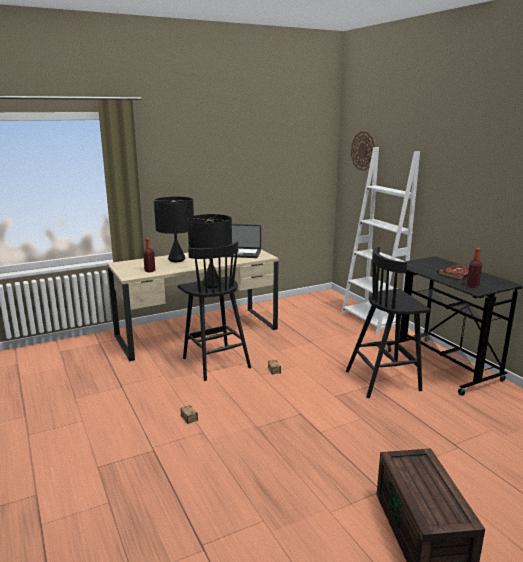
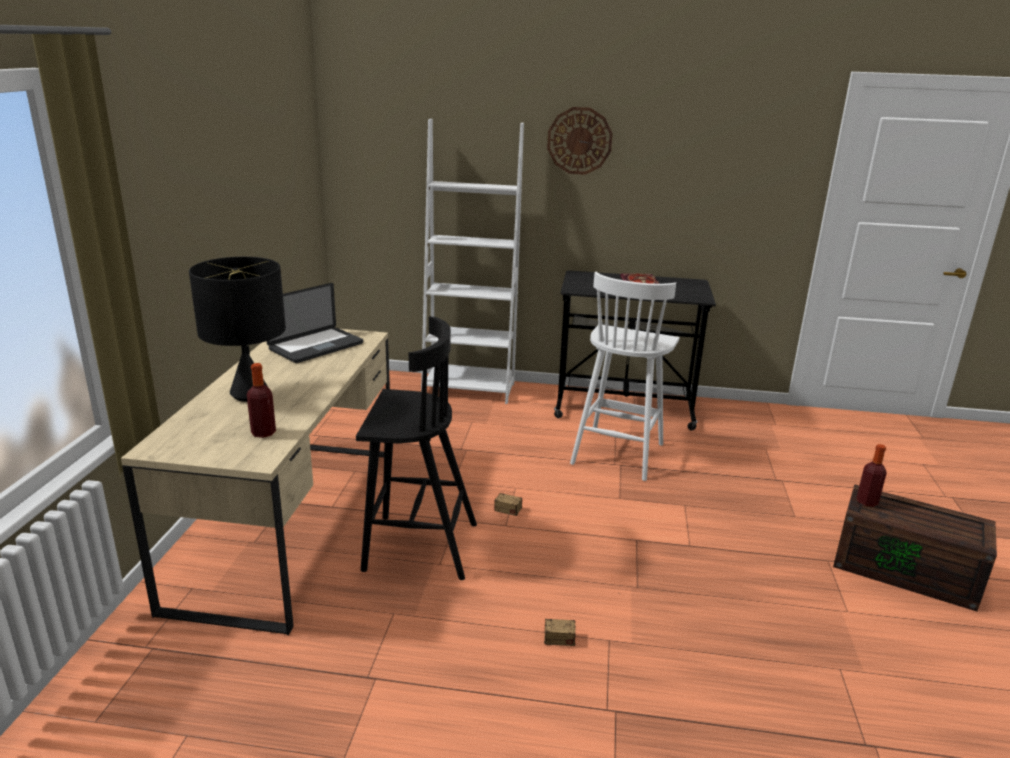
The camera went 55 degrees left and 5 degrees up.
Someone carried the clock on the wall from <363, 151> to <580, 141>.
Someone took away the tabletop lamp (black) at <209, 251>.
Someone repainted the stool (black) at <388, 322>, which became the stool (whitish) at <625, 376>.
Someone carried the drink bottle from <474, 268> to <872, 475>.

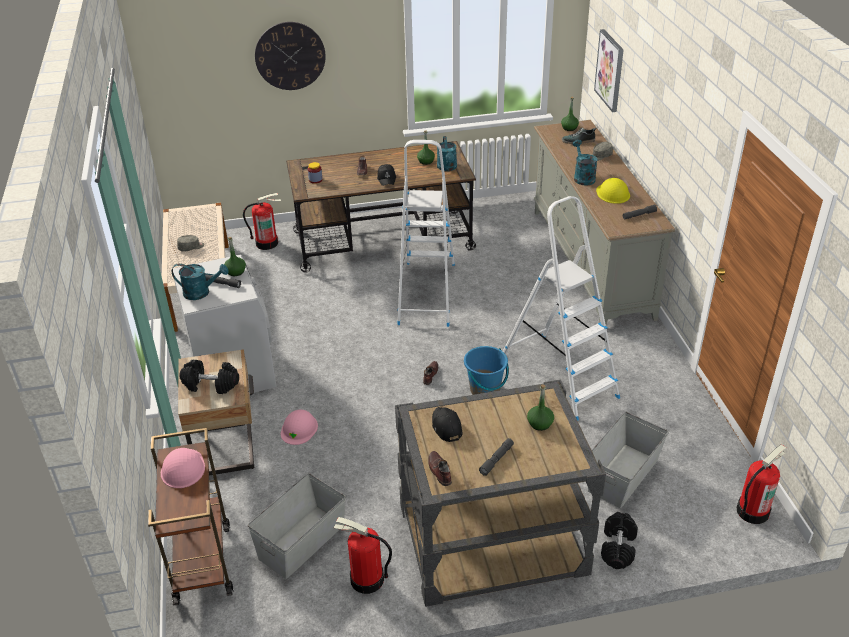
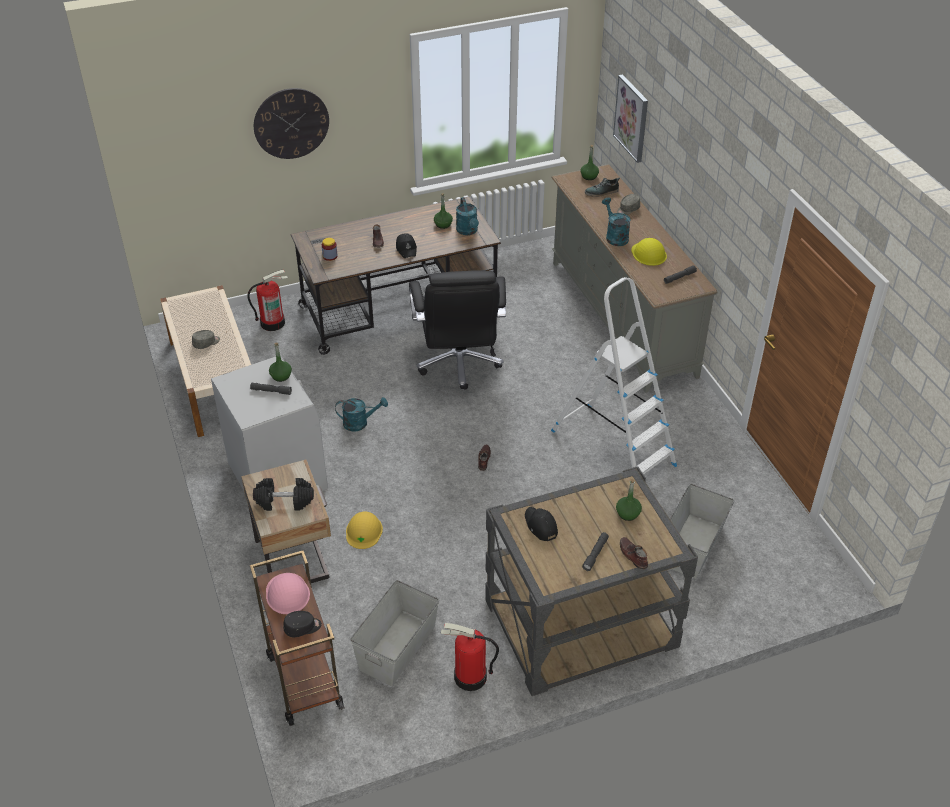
The camera went 10 degrees left and 5 degrees up.
Someone swapped the step ladder (whitish) at <426, 233> for the desk chair (black) at <457, 330>.
Someone carried the watering pot (blue-green) from <200, 282> to <361, 414>.
Someone took away the pail (blue-coloured) at <486, 370>.
Someone repainted the hard hat (pinkish) at <299, 427>, which became the hard hat (yellow-coloured) at <364, 530>.
Someone took away the fire extinguisher at <761, 484>.
Someone carried the item of footwear (brown-coloured) from <440, 468> to <634, 553>.
Someone took away the free weight (black) at <619, 540>.
Someone put down the baseball cap (black) at <302, 624>.

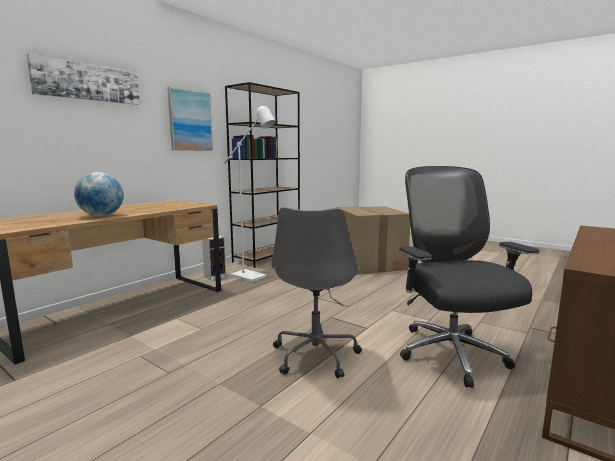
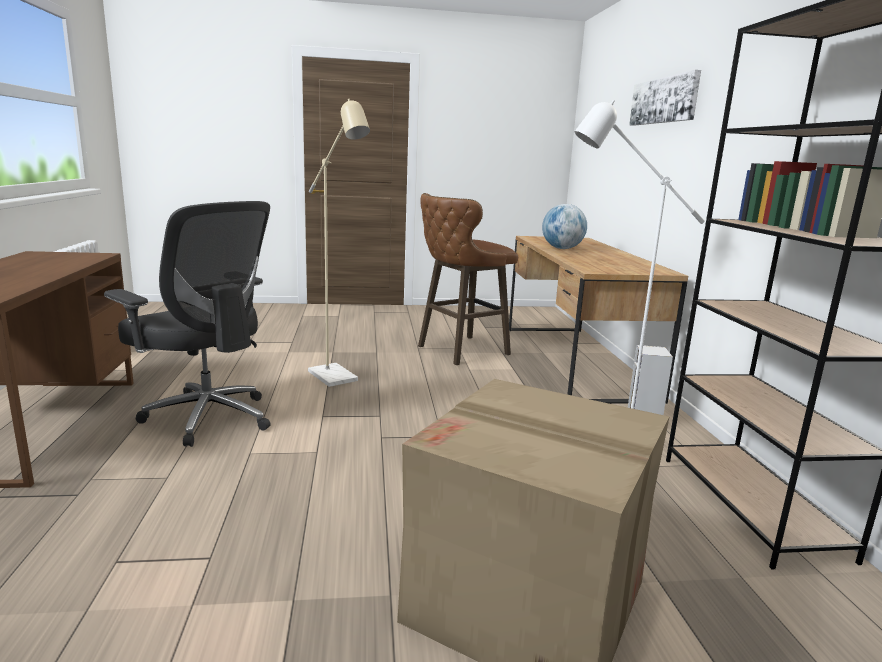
The camera went 135 degrees right and 5 degrees up.
Someone took away the wall art at <190, 119>.
Someone swapped the desk chair (grey) at <317, 292> for the standard lamp (beige) at <339, 243>.
Someone put down the stool (brown-coloured) at <468, 279>.

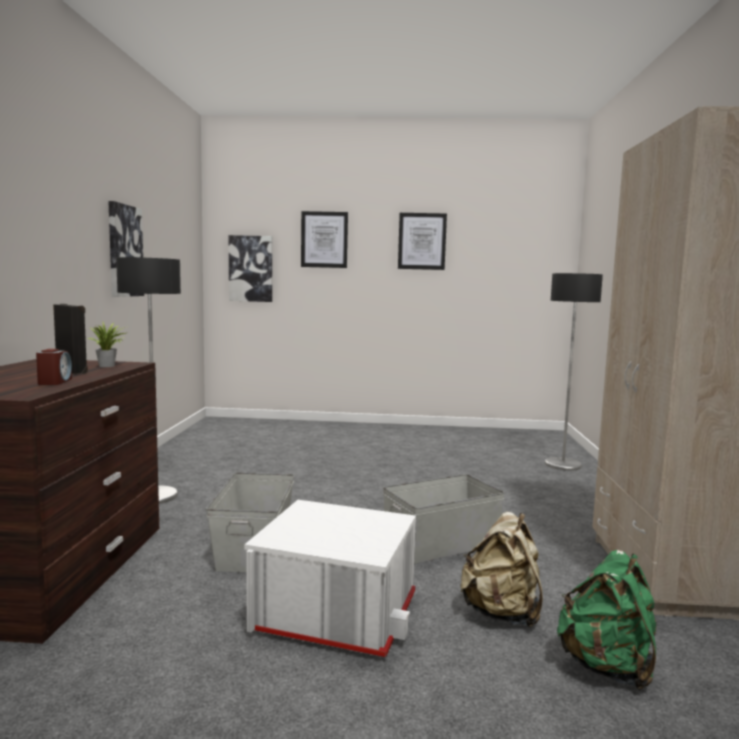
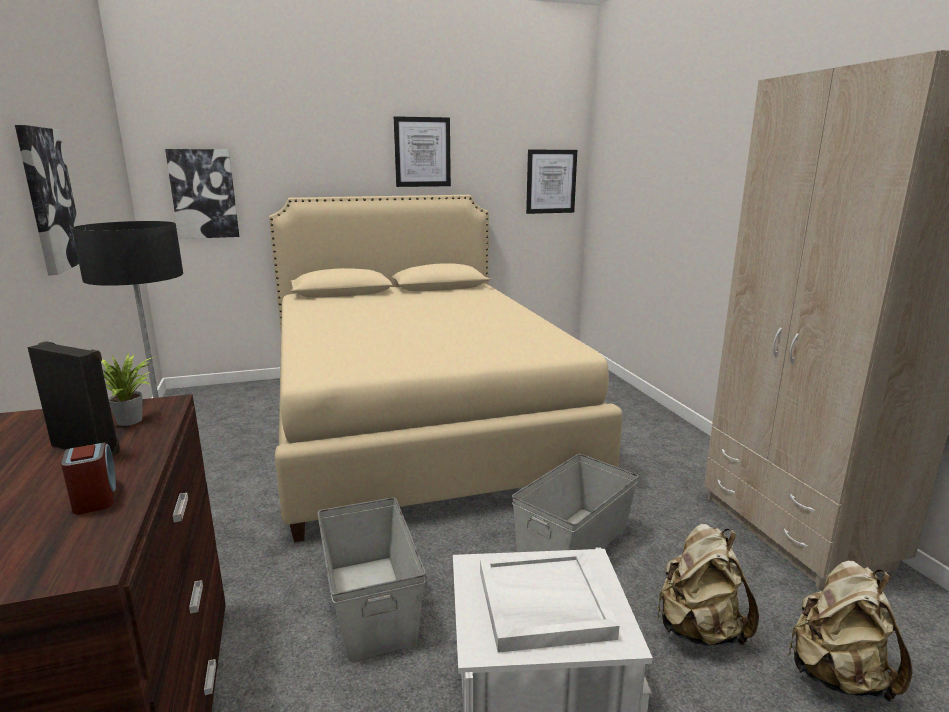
The camera went 20 degrees left and 10 degrees up.
Someone carried the wall art from <324, 239> to <551, 182>.
Someone took away the standard lamp at <574, 372>.
Someone repainted the backpack (greenish) at <606, 620>, which became the backpack (beige) at <850, 631>.
Someone put down the bed (beige) at <446, 368>.
Someone put down the serving tray (whitish) at <549, 601>.

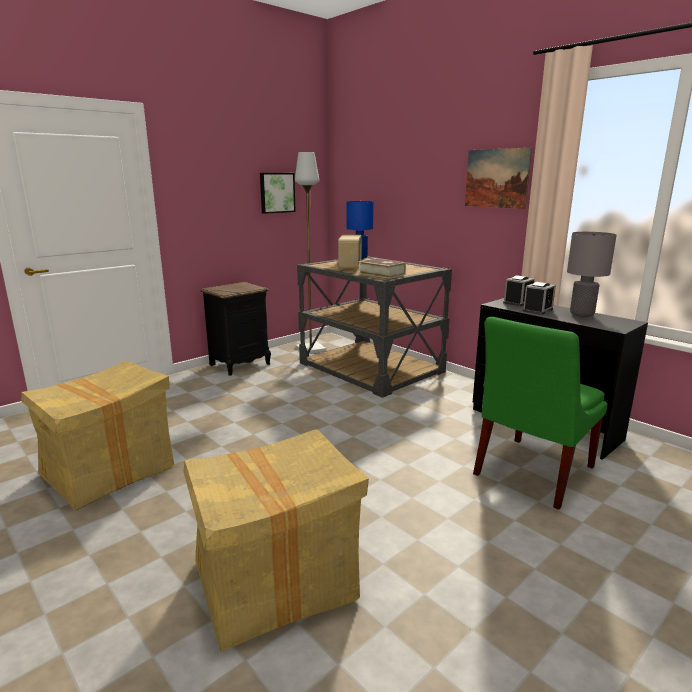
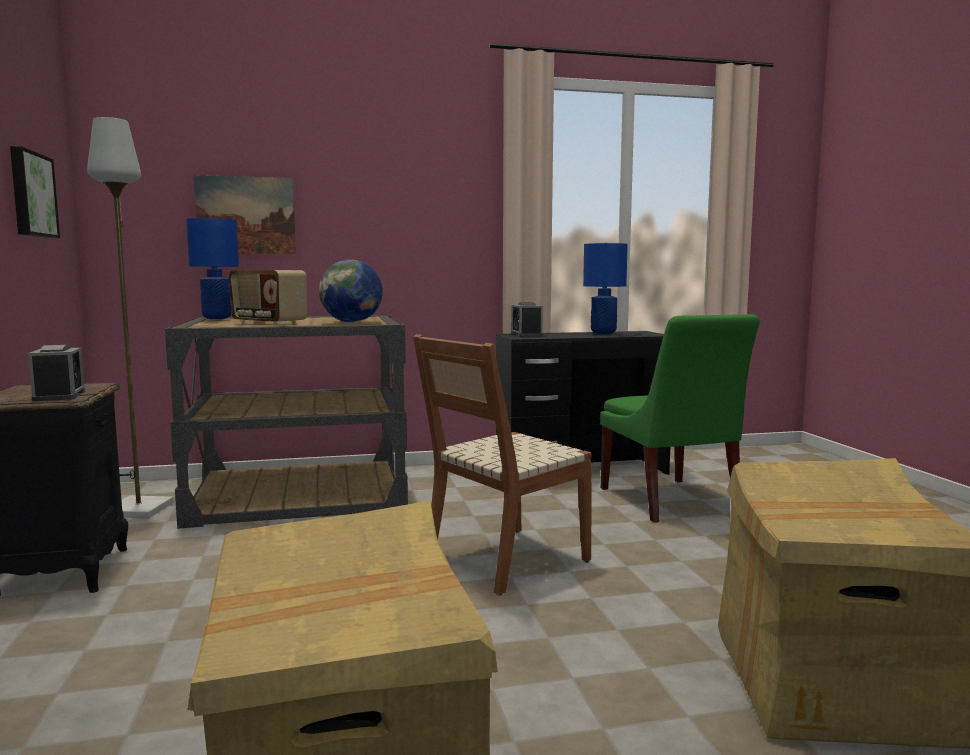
The camera went 60 degrees left and 10 degrees down.
Someone carried the wall art from <498, 178> to <245, 214>.
Someone repainted the tabletop lamp (grey) at <592, 274>, which became the tabletop lamp (blue-coloured) at <605, 288>.
Someone swapped the volume at <382, 268> for the desk globe at <351, 290>.
Someone carried the bedside clock from <539, 298> to <56, 373>.
Someone put down the plain chair at <502, 464>.

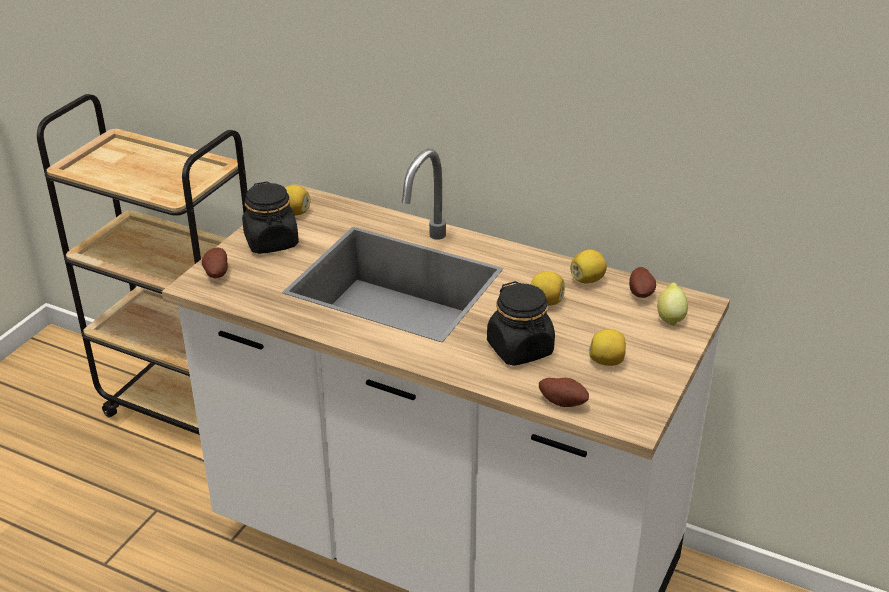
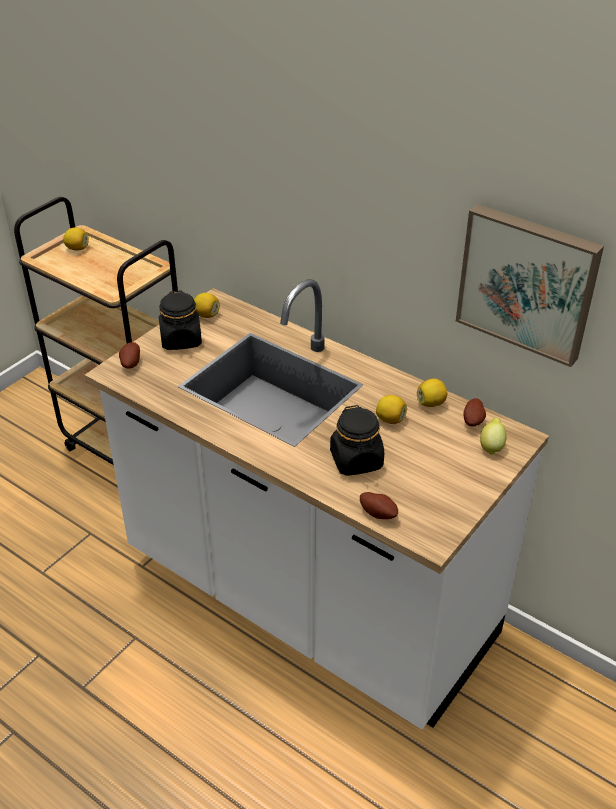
The camera went 10 degrees right and 5 degrees up.
Someone carried the lemon from <607, 347> to <76, 239>.
Someone put up the wall art at <530, 285>.

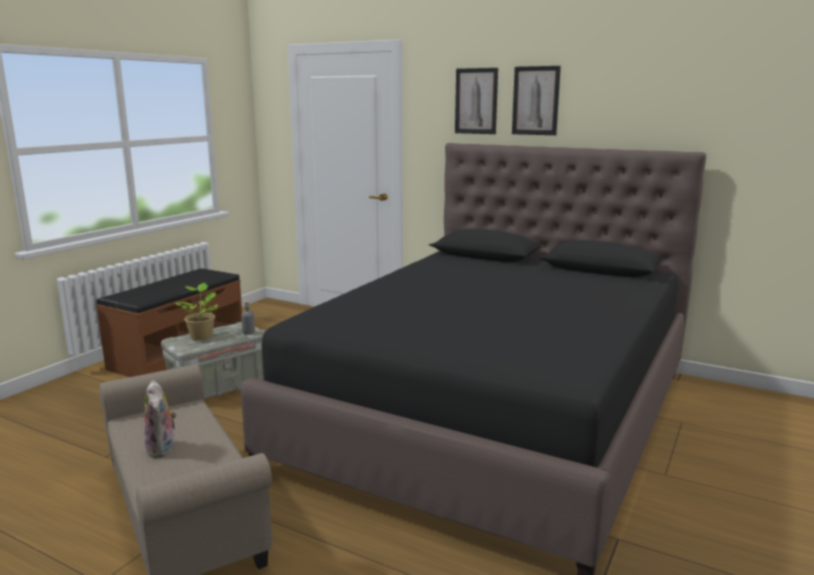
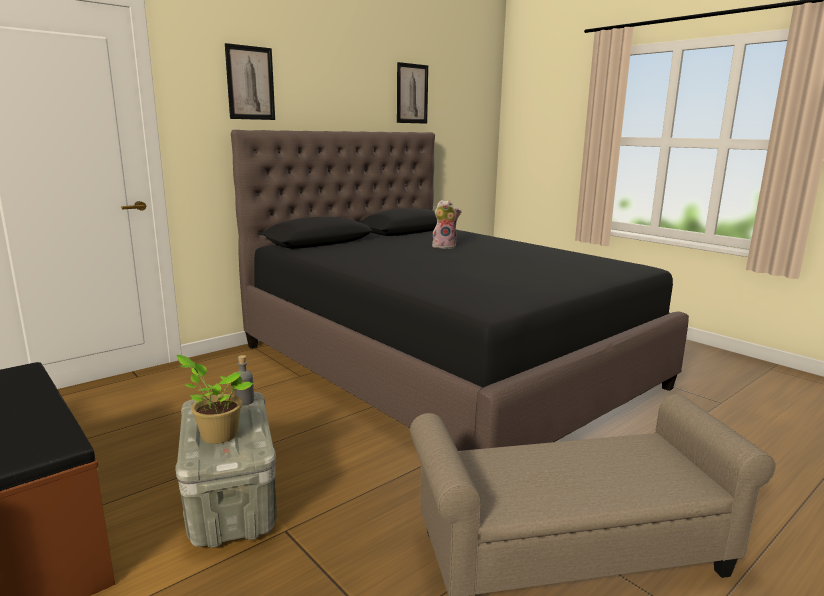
The camera went 70 degrees left and 0 degrees up.
Someone carried the wall art from <536, 100> to <412, 93>.
Someone carried the plush toy from <160, 419> to <447, 224>.

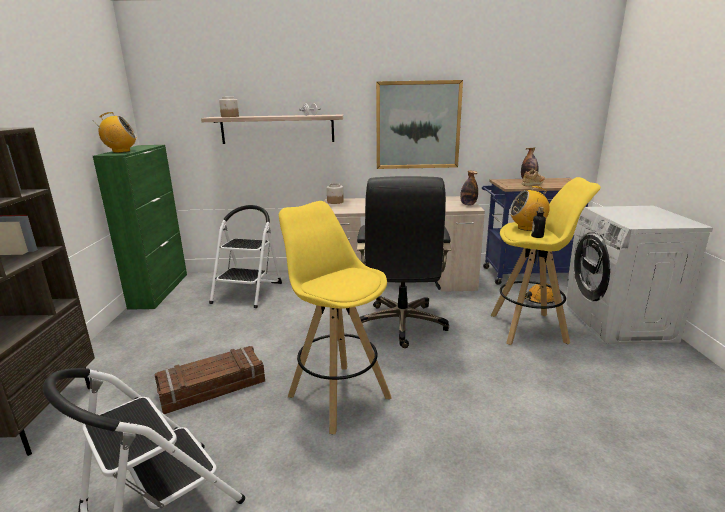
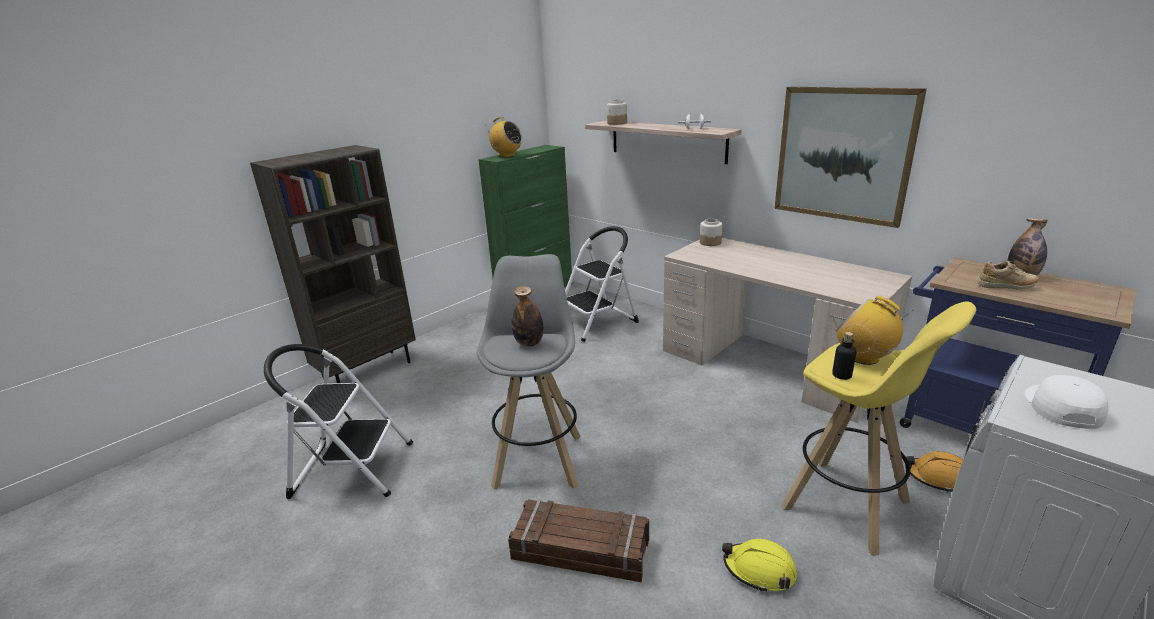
The camera went 45 degrees right and 5 degrees up.
Someone carried the drink bottle from <469, 188> to <527, 316>.
Someone took away the desk chair (black) at <404, 262>.
Someone repainted the stool (yellow-coloured) at <335, 317>, which became the stool (grey) at <529, 372>.
Someone carried the crate from <210, 380> to <578, 540>.
Someone put down the baseball cap (whitish) at <1066, 402>.
Someone put down the hard hat (yellow-coloured) at <759, 565>.

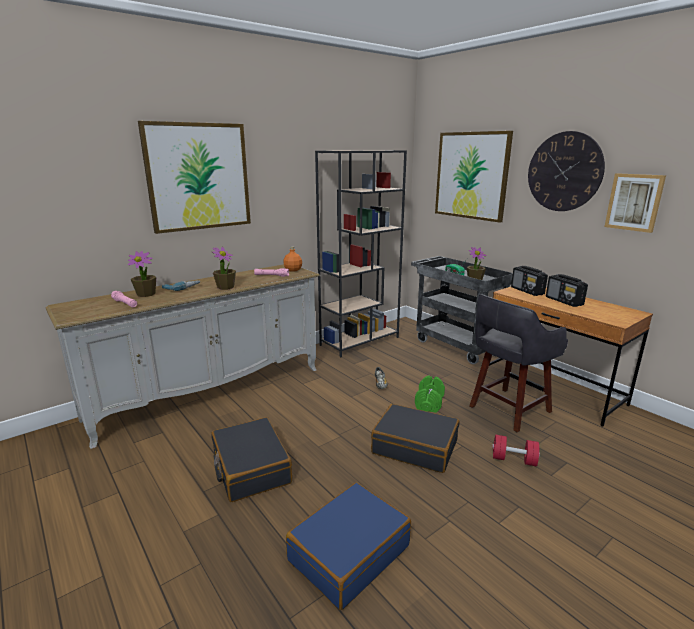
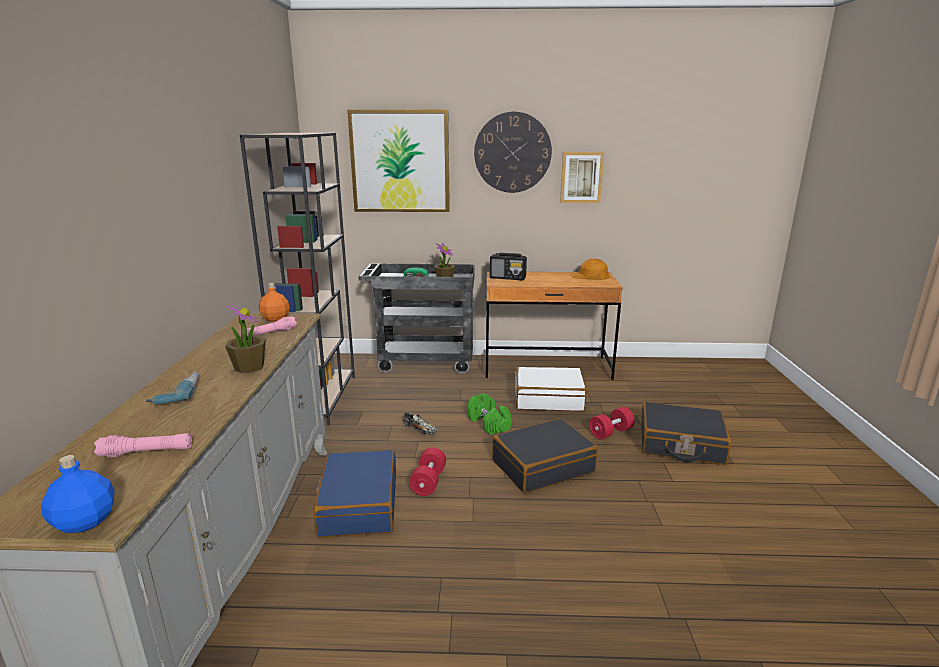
The camera went 50 degrees left and 0 degrees up.
Someone took away the wall art at <194, 177>.
Someone took away the plant in a pot at <142, 274>.
Someone took away the radio set at <567, 290>.
Someone swapped the stool (grey) at <518, 363> for the piece of luggage (whitish) at <551, 389>.
Someone carried the piece of luggage (black) from <251, 459> to <686, 433>.
Someone carried the piece of luggage (blue-coloured) from <348, 546> to <355, 493>.
Someone put down the hard hat (orange) at <590, 269>.
Someone put down the free weight (red-coloured) at <427, 471>.
Someone put down the drink bottle (blue-coloured) at <78, 494>.

